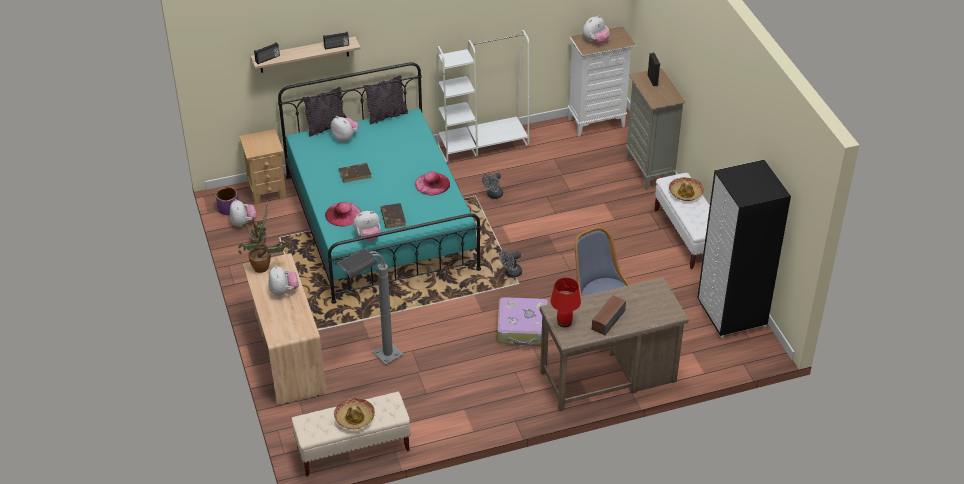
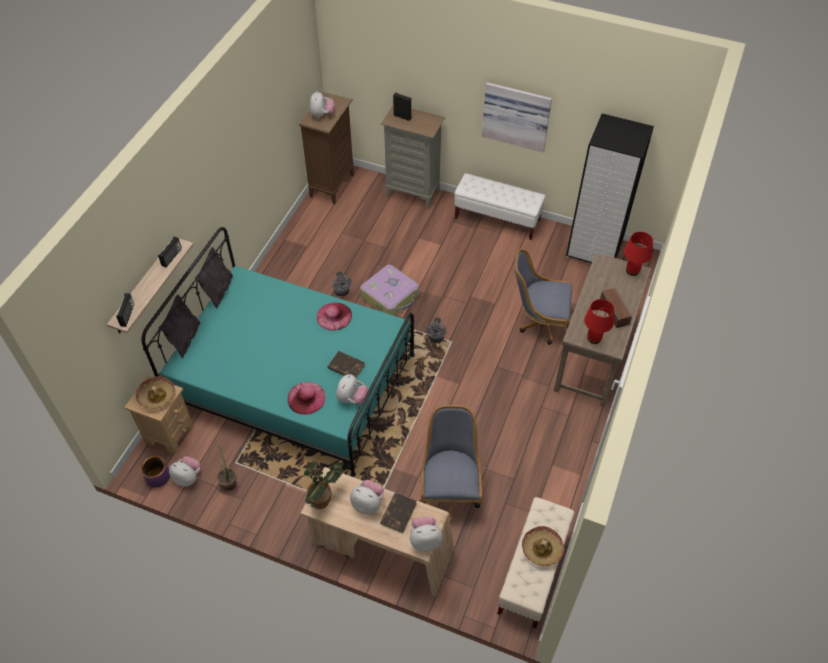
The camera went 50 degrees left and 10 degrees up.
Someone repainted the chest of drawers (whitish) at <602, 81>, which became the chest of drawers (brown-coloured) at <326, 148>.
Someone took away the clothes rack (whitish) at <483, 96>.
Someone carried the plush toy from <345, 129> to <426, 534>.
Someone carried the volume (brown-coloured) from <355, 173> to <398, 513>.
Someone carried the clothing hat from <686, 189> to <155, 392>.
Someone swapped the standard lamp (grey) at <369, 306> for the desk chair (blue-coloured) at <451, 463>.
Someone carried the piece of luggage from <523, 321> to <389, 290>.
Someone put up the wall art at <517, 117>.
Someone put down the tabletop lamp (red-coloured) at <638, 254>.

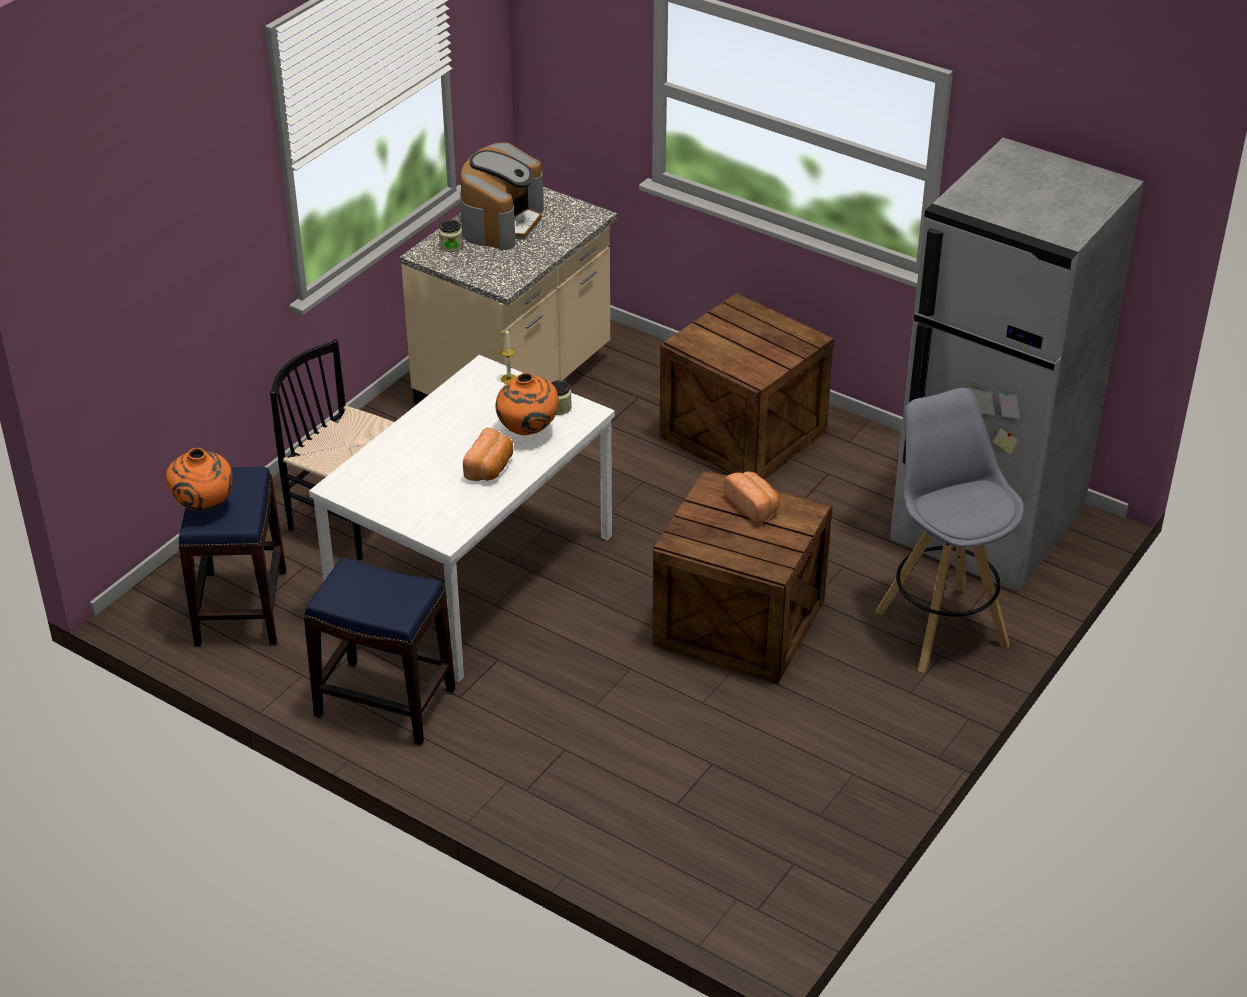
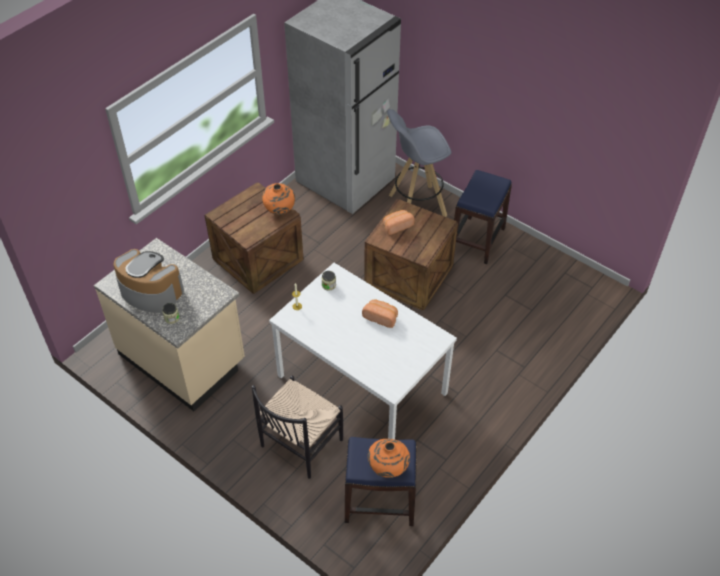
The camera went 85 degrees left and 10 degrees up.
Someone carried the decorative vase (orange) from <527, 404> to <278, 199>.
Someone carried the stool from <379, 651> to <483, 217>.

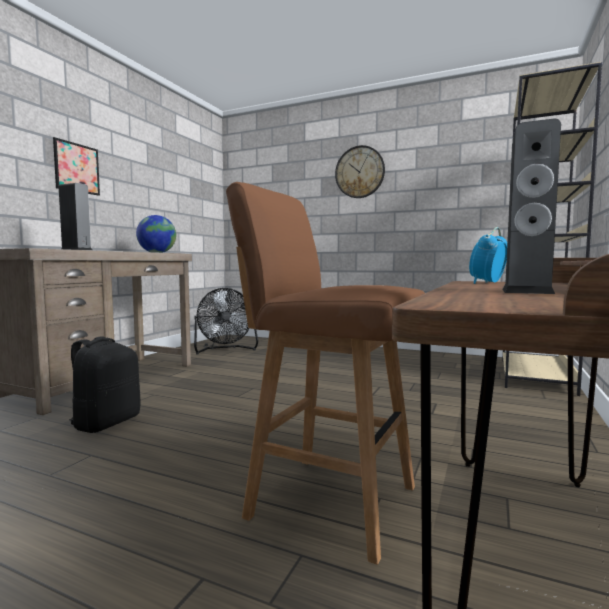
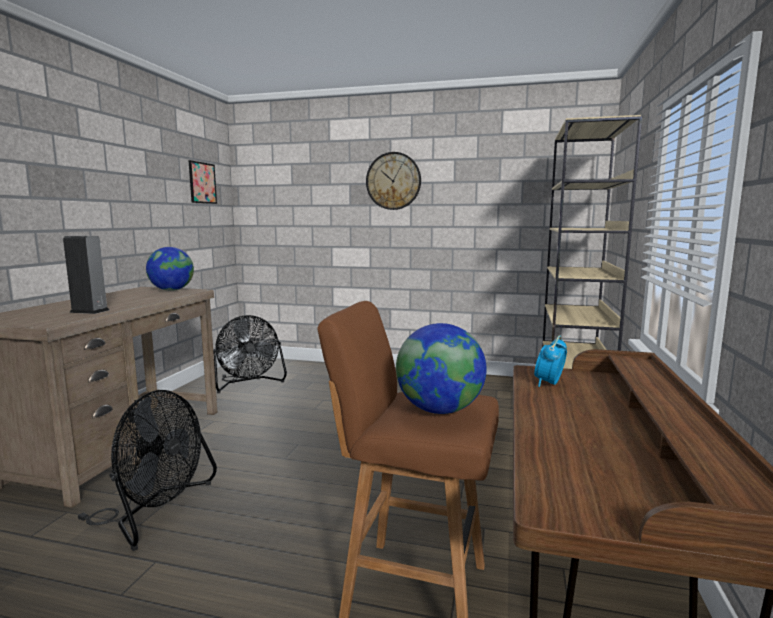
The camera went 10 degrees left and 5 degrees up.
Someone took away the audio speaker at <531, 206>.
Someone carried the wall art from <76, 166> to <202, 182>.
Someone swapped the backpack (black) at <104, 384> for the cooling fan (black) at <147, 470>.
Someone put down the desk globe at <441, 368>.

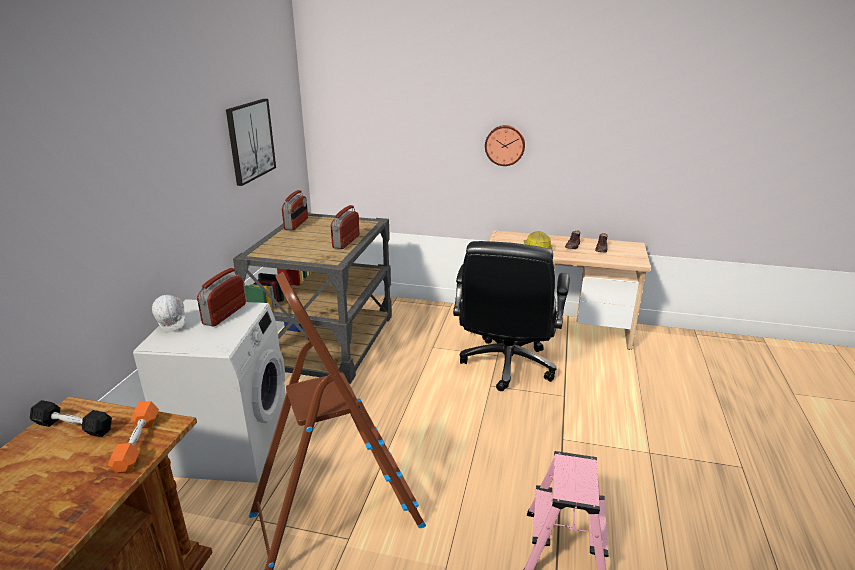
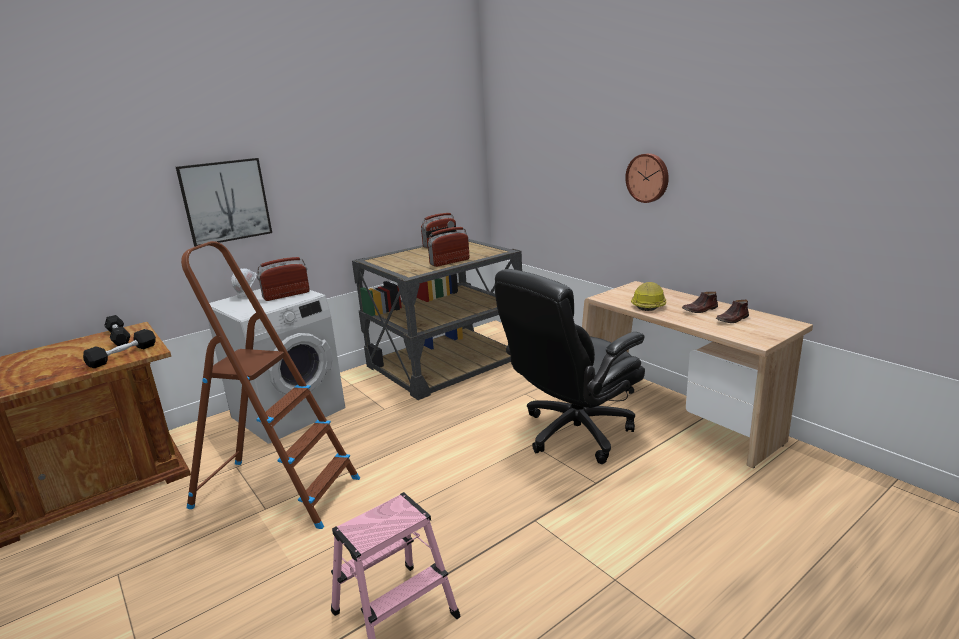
The camera went 40 degrees right and 5 degrees down.
Someone carried the wall art from <251, 142> to <224, 202>.
Someone repainted the free weight (orange) at <133, 437>, which became the free weight (black) at <119, 348>.

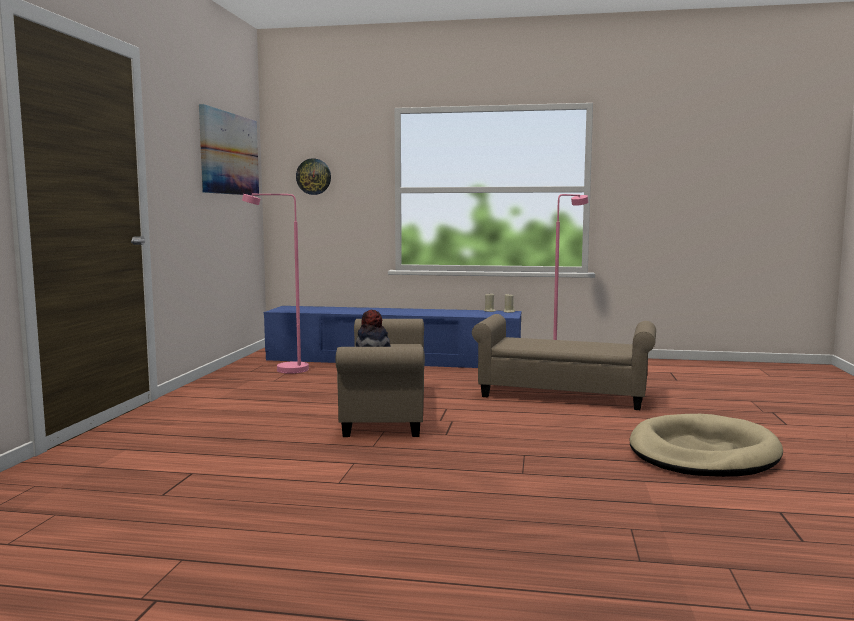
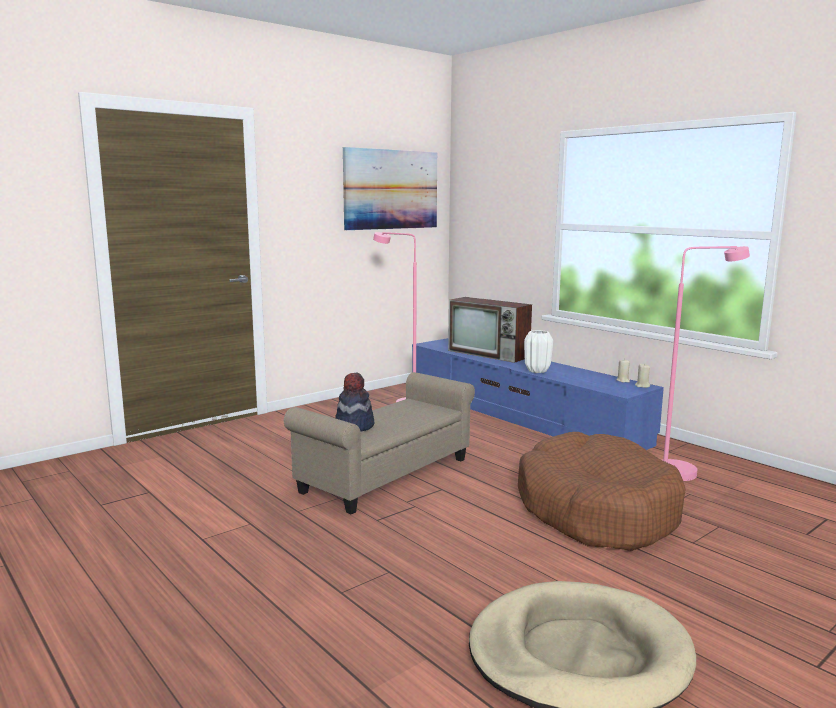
The camera went 40 degrees right and 5 degrees up.
Someone took away the clock on the wall at <313, 176>.
Someone swapped the ottoman (beige) at <564, 362> for the pet bed (brown-coloured) at <602, 491>.
Someone put down the television at <490, 330>.
Someone put down the decorative vase (whitish) at <538, 351>.

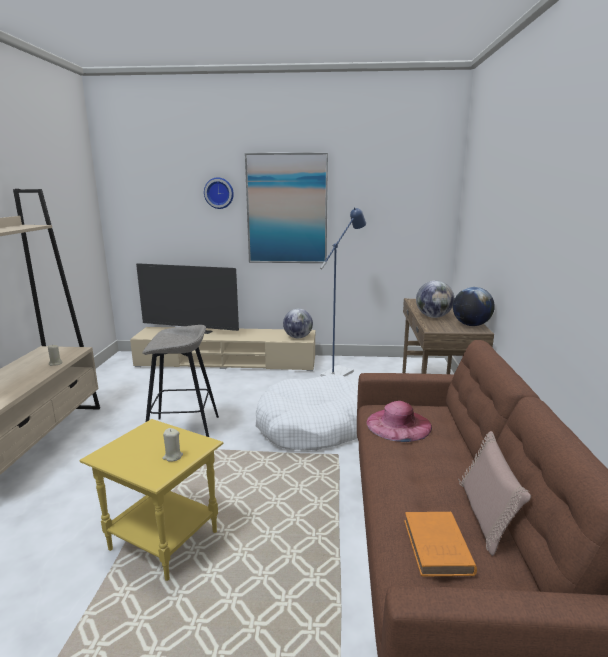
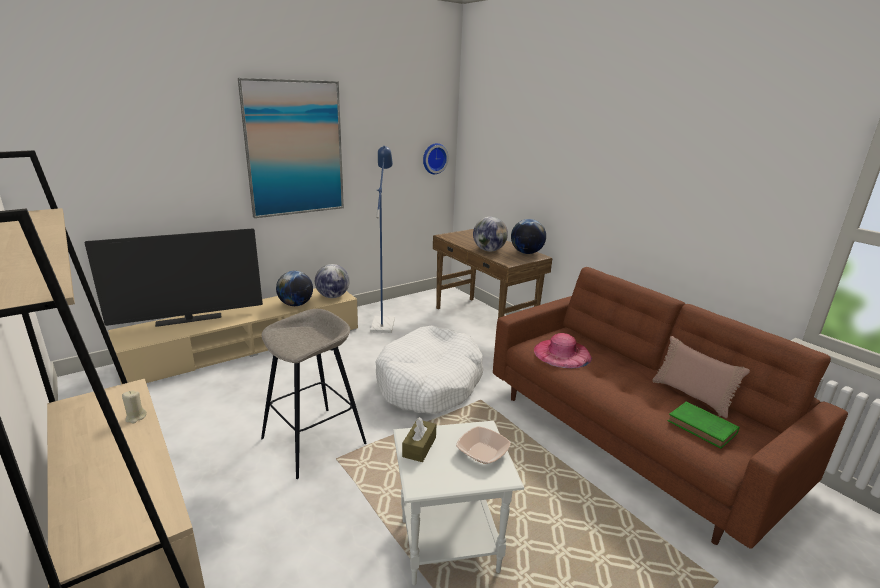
The camera went 40 degrees left and 5 degrees up.
Someone carried the clock on the wall from <219, 193> to <436, 158>.
Someone repainted the side table (yellow-coloured) at <151, 500>, which became the side table (whitish) at <458, 503>.
Someone swapped the wax candle (beige) at <172, 445> for the serving bowl at <483, 445>.
Someone repainted the volume (orange) at <440, 544>, which became the volume (greenish) at <704, 425>.
Someone put down the desk globe at <294, 288>.
Someone put down the tissue box (brown-coloured) at <419, 439>.

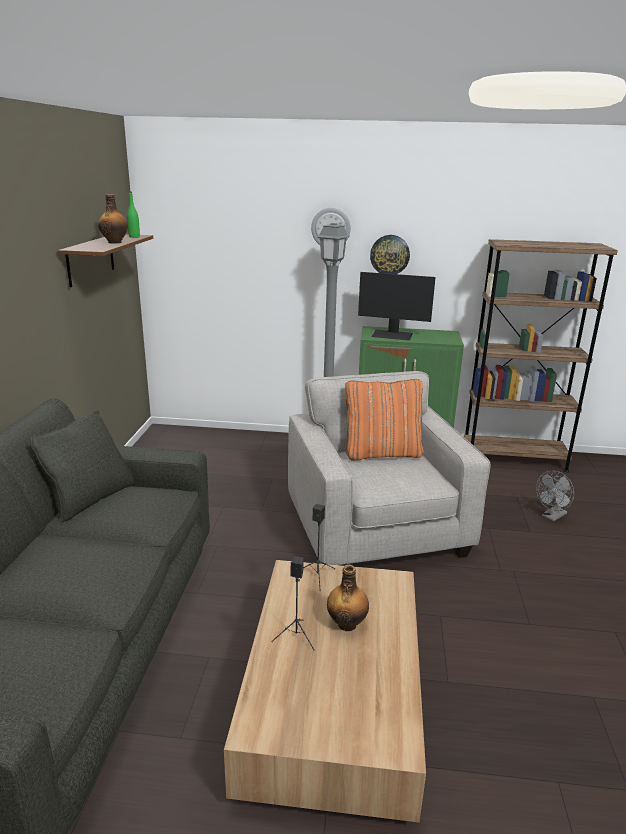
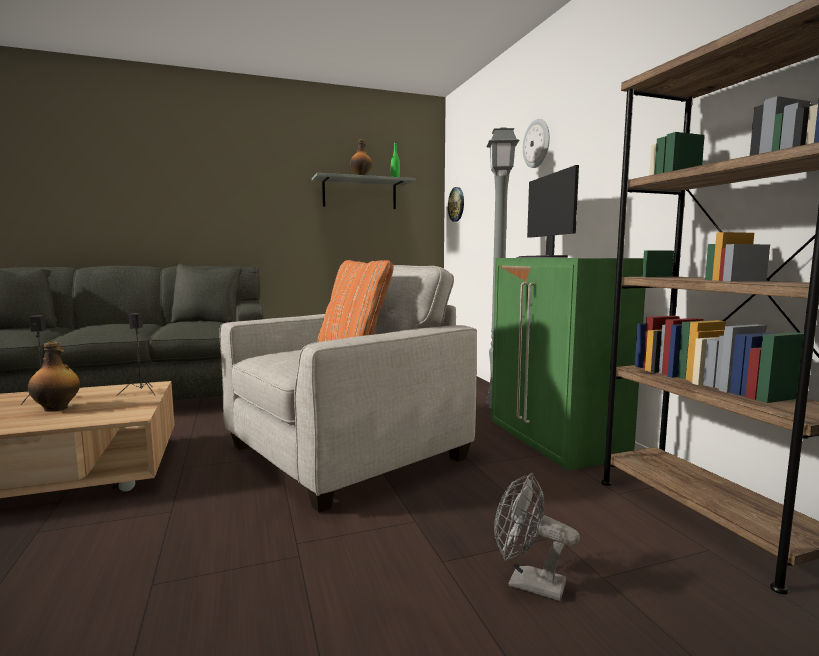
The camera went 65 degrees right and 15 degrees down.
Someone repainted the bracket shelf (brown-coloured) at <105, 260>, which became the bracket shelf (grey) at <363, 191>.
Someone carried the clock on the wall from <390, 254> to <456, 204>.

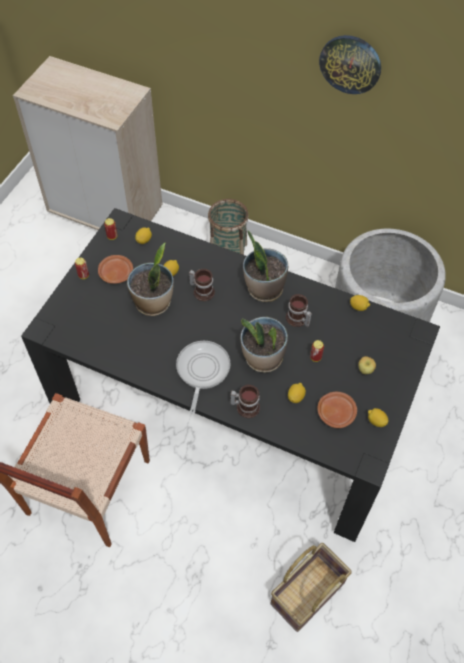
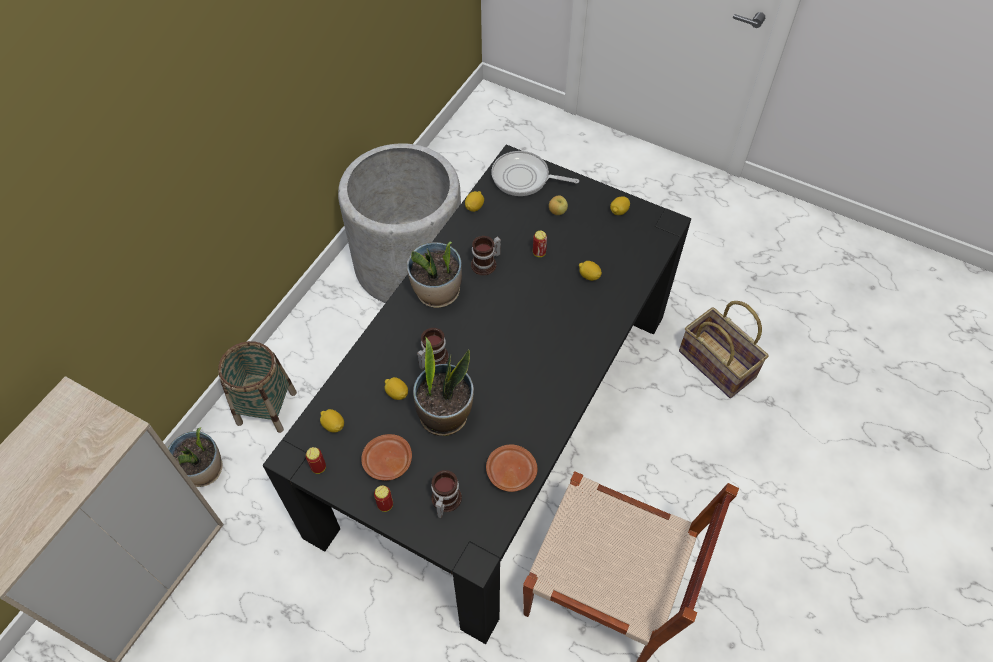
The camera went 85 degrees left and 0 degrees up.
Someone took away the clock on the wall at <350, 64>.
Someone carried the plant in a pot from <264, 344> to <195, 457>.
Someone carried the skillet from <203, 377> to <535, 173>.
Someone carried the mug from <245, 401> to <446, 494>.
Someone carried the dinner plate (brown-coloured) from <337, 410> to <512, 468>.

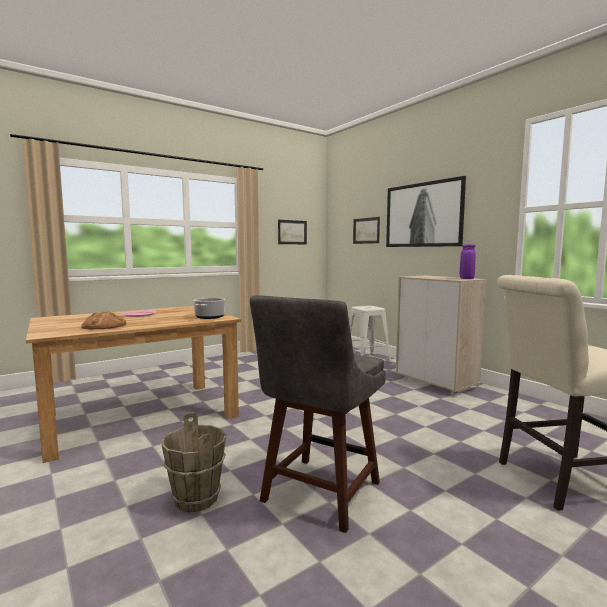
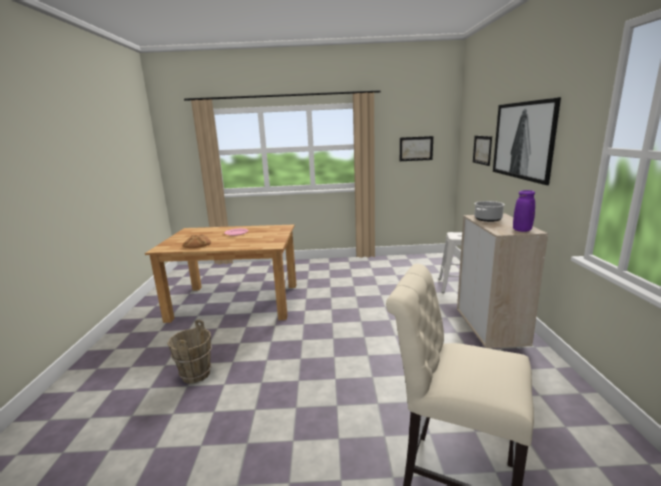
The camera went 35 degrees right and 10 degrees up.
Someone took away the stool (grey) at <318, 414>.
Someone carried the stockpot from <209, 308> to <489, 211>.

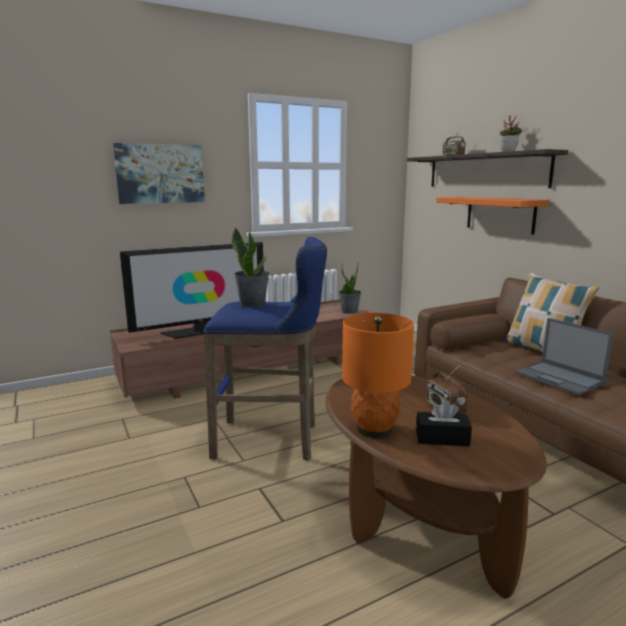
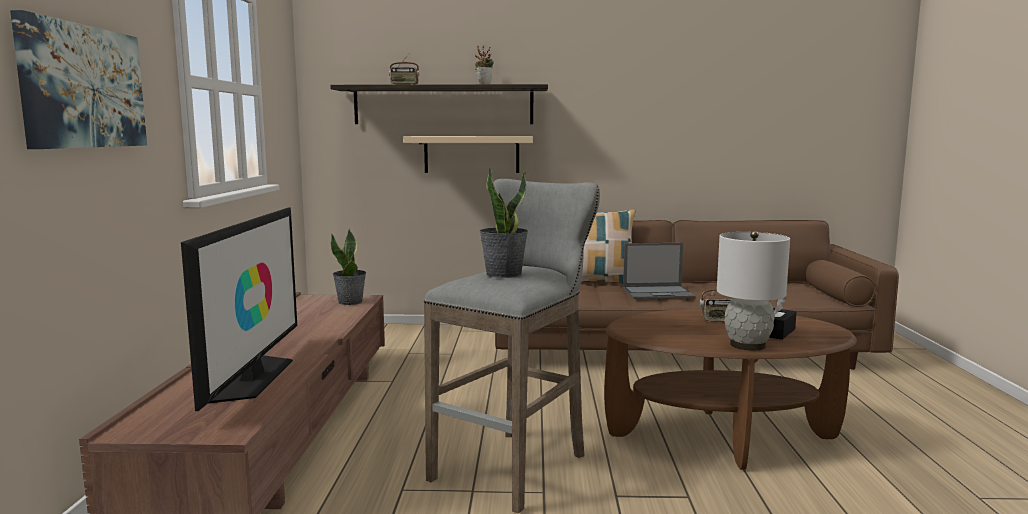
The camera went 60 degrees left and 5 degrees down.
Someone repainted the bracket shelf (orange) at <493, 216>, which became the bracket shelf (beige) at <468, 154>.
Someone repainted the stool (blue-coloured) at <265, 349>, which became the stool (grey) at <512, 346>.
Someone repainted the tabletop lamp (orange) at <378, 375>, which became the tabletop lamp (whitish) at <753, 291>.

